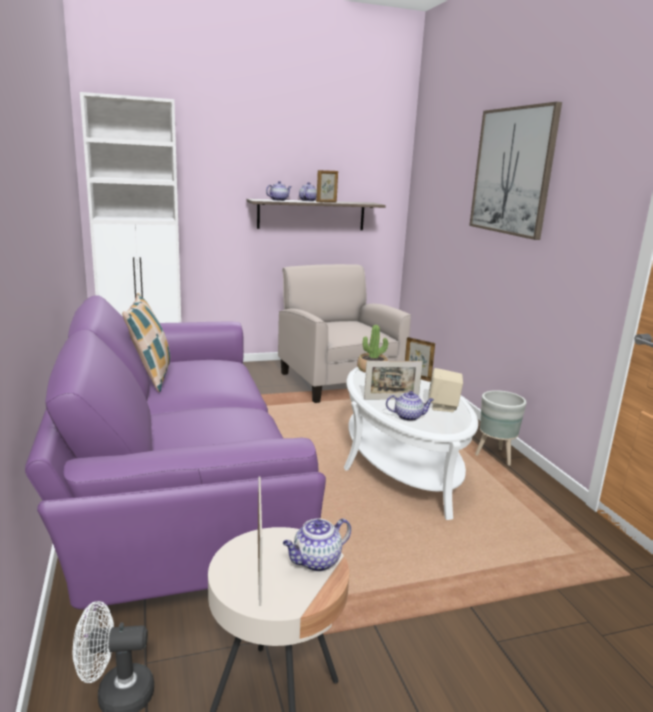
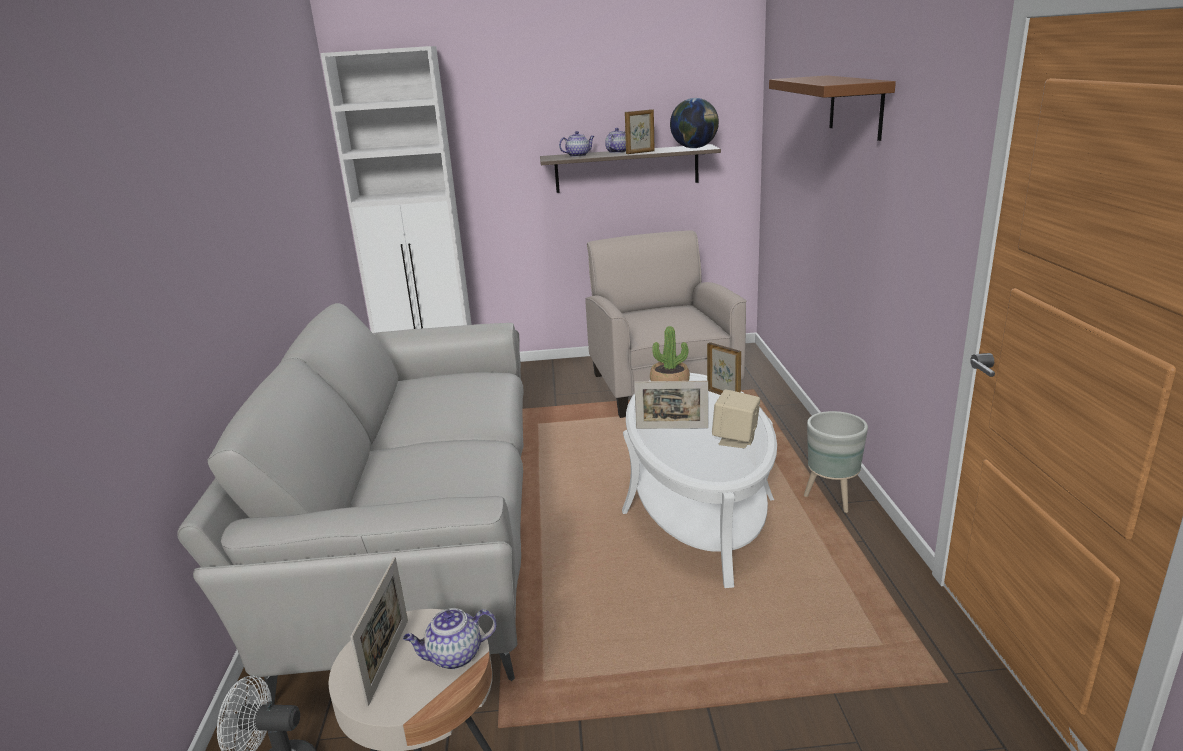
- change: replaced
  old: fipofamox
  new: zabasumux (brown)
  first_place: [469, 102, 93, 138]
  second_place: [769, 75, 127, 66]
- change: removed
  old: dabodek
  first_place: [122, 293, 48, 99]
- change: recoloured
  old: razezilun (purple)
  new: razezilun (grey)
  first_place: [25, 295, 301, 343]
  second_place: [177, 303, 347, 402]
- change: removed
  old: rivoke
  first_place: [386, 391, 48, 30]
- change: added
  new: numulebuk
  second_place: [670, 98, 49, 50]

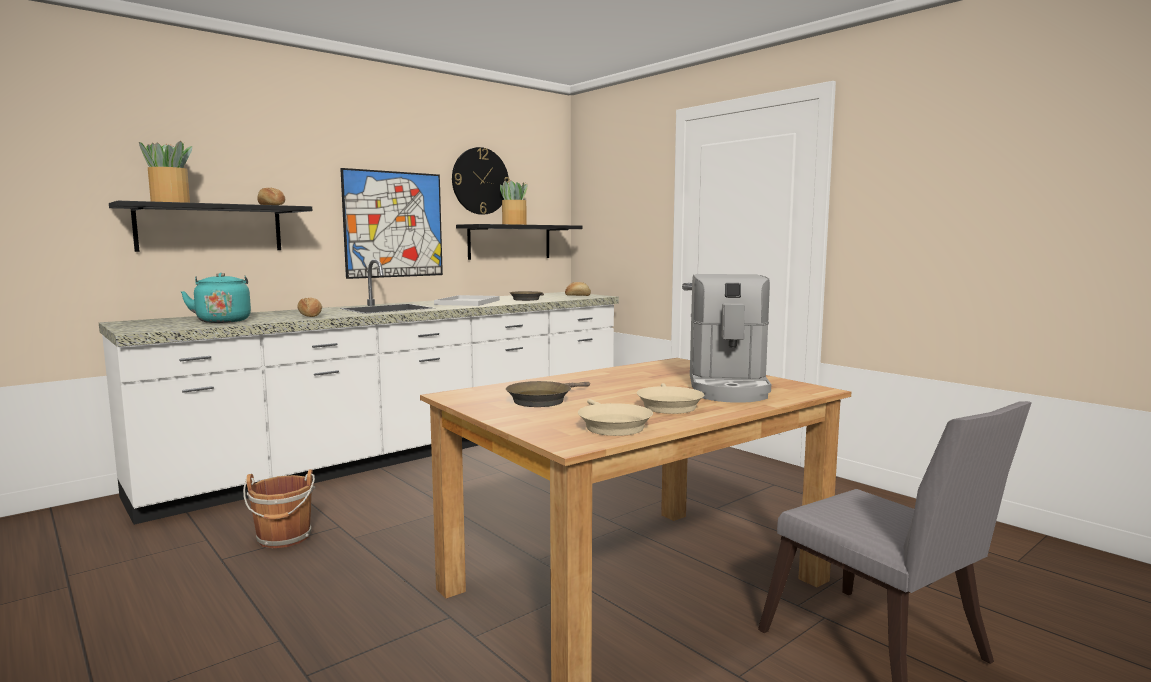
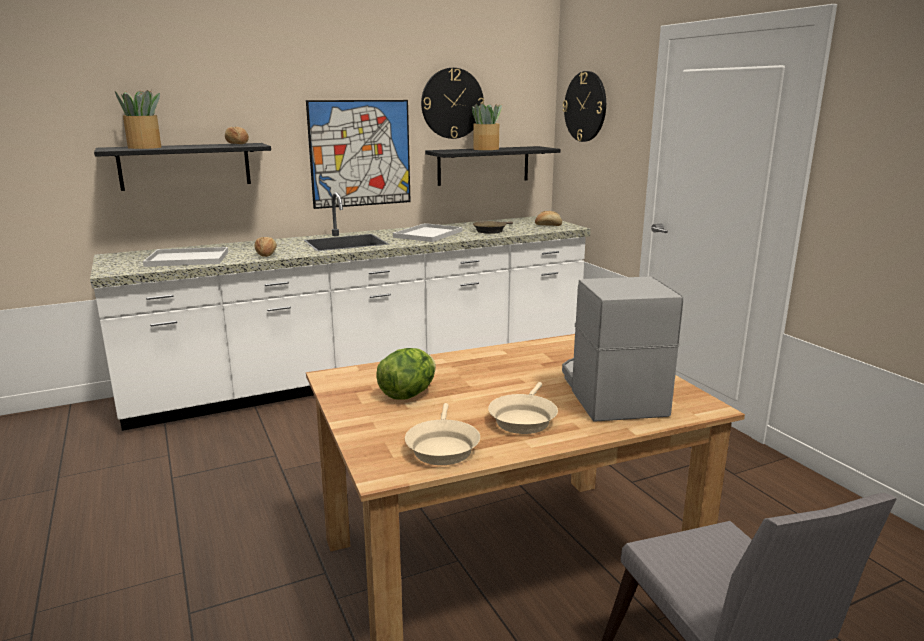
- change: replaced
  old: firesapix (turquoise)
  new: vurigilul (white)
  first_place: [180, 273, 71, 50]
  second_place: [143, 247, 85, 20]
- change: turned
  old: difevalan
  first_place: [690, 274, 81, 129]
  second_place: [562, 277, 121, 145]
  degrees: 150
- change: replaced
  old: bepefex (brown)
  new: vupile
  first_place: [506, 381, 84, 26]
  second_place: [376, 348, 60, 52]
- change: removed
  old: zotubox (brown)
  first_place: [243, 469, 72, 79]
- change: added
  new: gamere
  second_place: [563, 71, 43, 71]

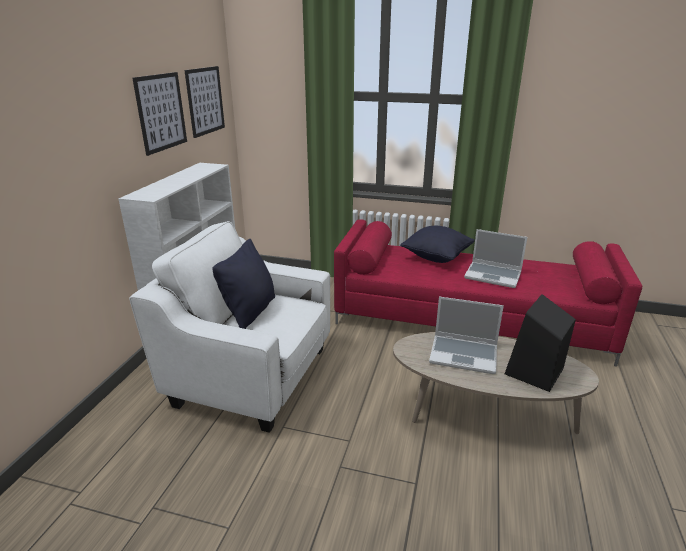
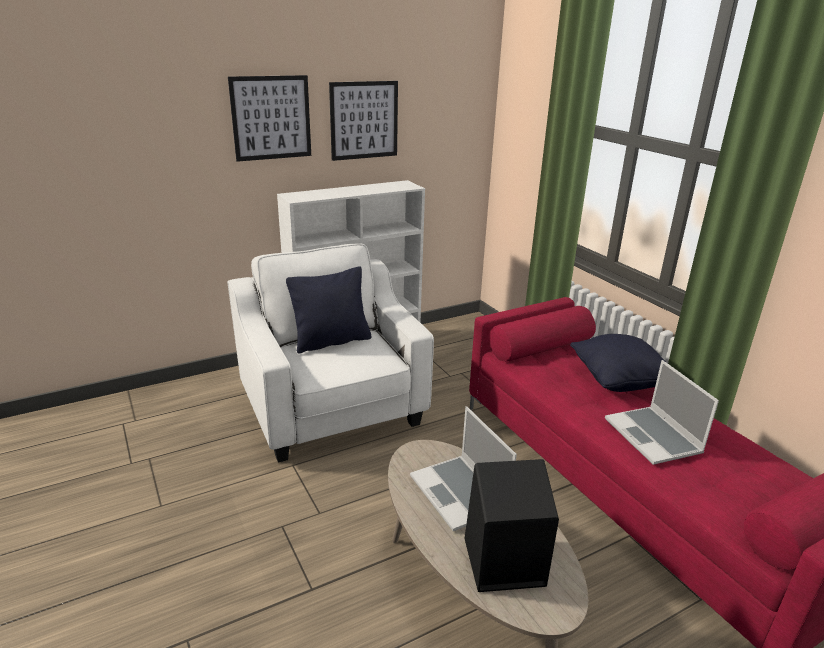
- change: moved
  old: fipofamox
  first_place: [184, 66, 41, 72]
  second_place: [228, 75, 83, 87]

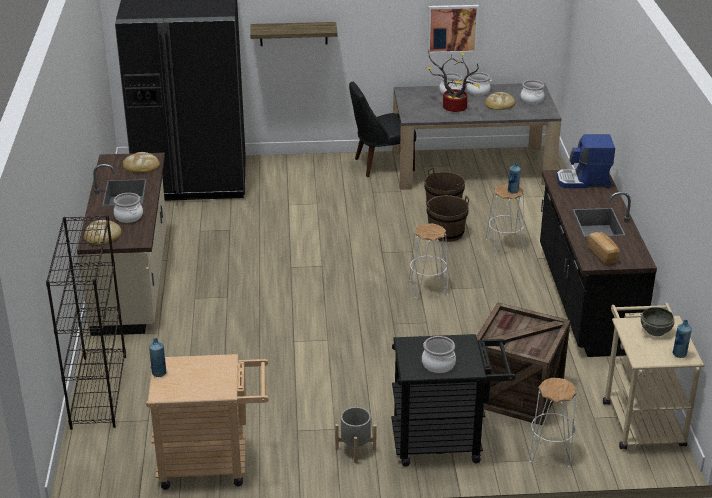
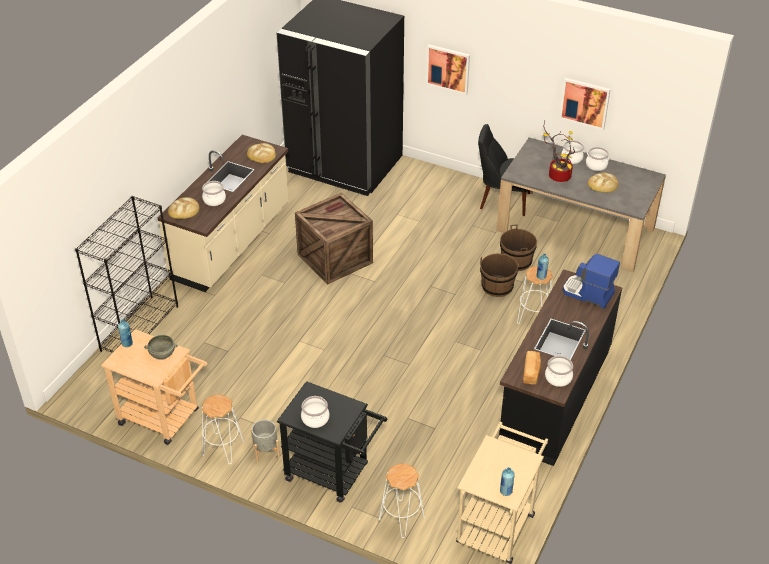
- change: replaced
  old: zabasumux
  new: fipofamox
  first_place: [250, 22, 88, 24]
  second_place: [426, 44, 44, 51]
- change: moved
  old: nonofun
  first_place: [520, 80, 25, 24]
  second_place: [545, 356, 28, 31]
- change: moved
  old: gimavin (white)
  first_place: [409, 223, 39, 76]
  second_place: [202, 395, 42, 69]
- change: moved
  old: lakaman
  first_place: [476, 302, 95, 123]
  second_place: [295, 193, 78, 91]
- change: moved
  old: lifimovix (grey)
  first_place: [641, 307, 34, 29]
  second_place: [144, 335, 34, 25]

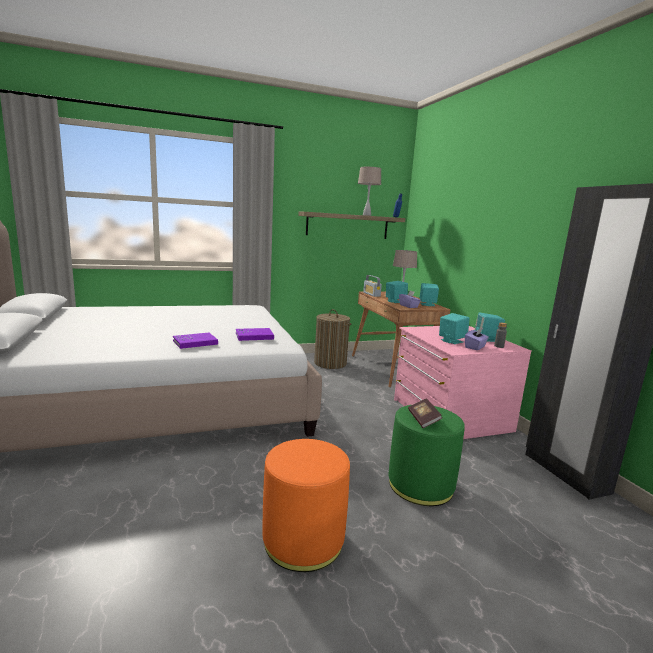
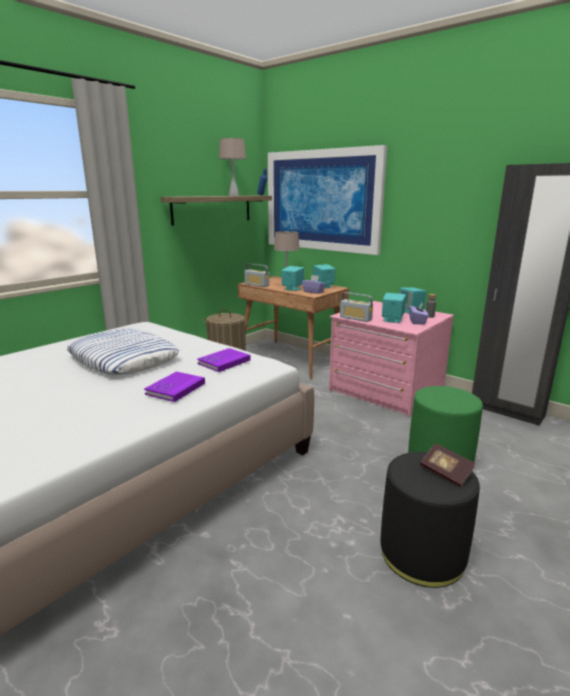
- change: moved
  old: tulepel
  first_place: [408, 398, 34, 30]
  second_place: [420, 443, 55, 44]
- change: recoloured
  old: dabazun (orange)
  new: dabazun (black)
  first_place: [263, 439, 87, 133]
  second_place: [380, 452, 100, 136]
- change: added
  new: fipofamox
  second_place: [268, 145, 119, 110]
- change: added
  new: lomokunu
  second_place: [340, 292, 33, 30]
- change: added
  new: dabodek
  second_place: [67, 329, 112, 46]

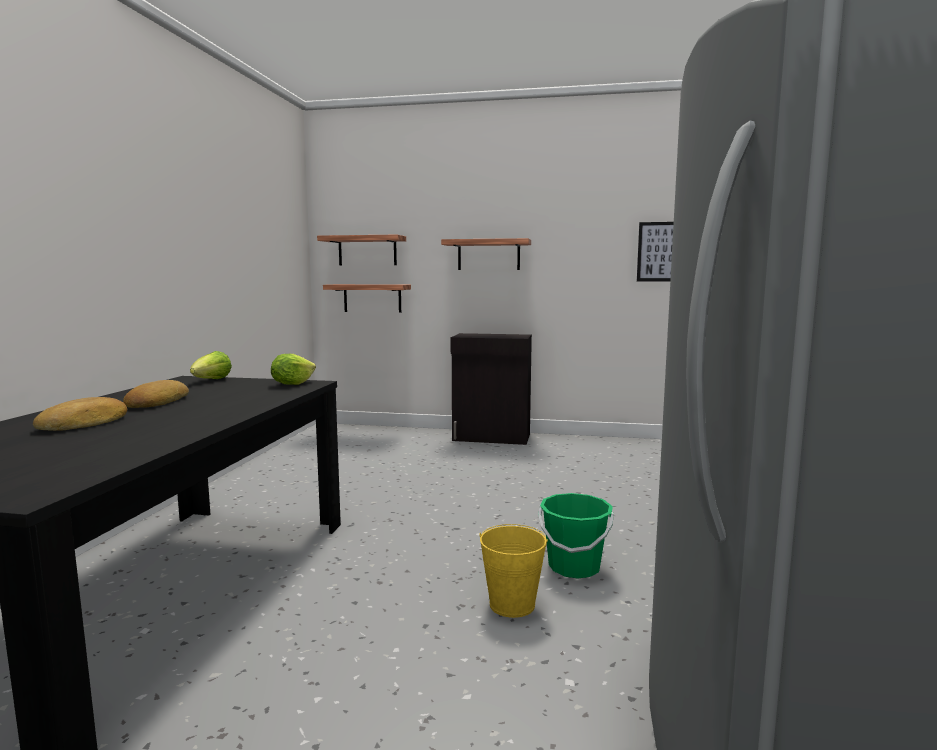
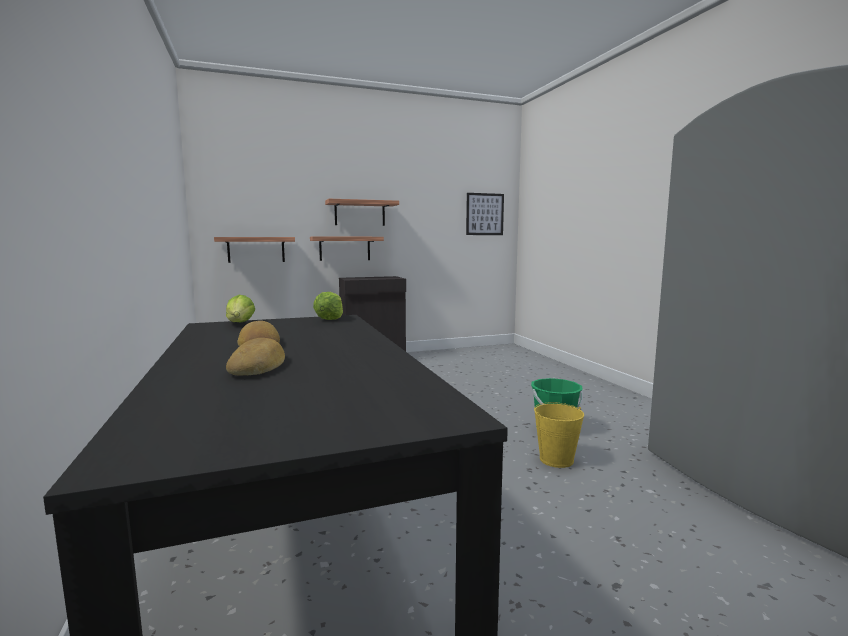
- change: moved
  old: zabasumux
  first_place: [317, 234, 89, 31]
  second_place: [310, 236, 74, 25]

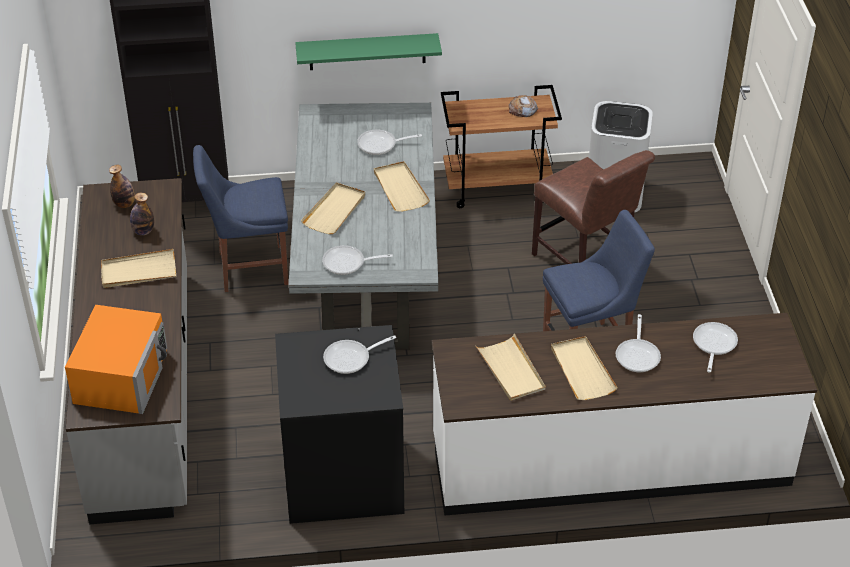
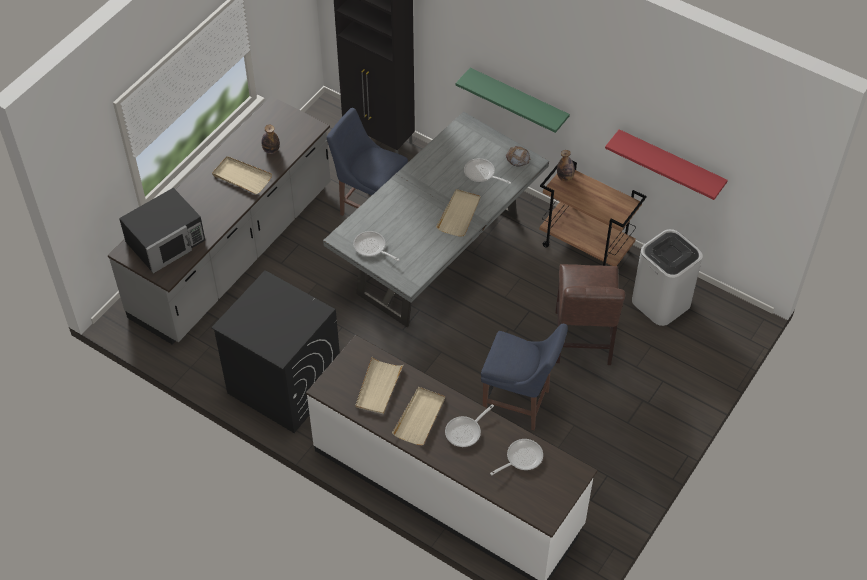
- change: moved
  old: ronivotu
  first_place: [509, 95, 29, 22]
  second_place: [506, 146, 24, 20]
- change: moved
  old: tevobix
  first_place: [109, 165, 26, 43]
  second_place: [557, 150, 18, 31]
- change: removed
  old: vurigilul (beige)
  first_place: [301, 182, 64, 52]
- change: recoloured
  old: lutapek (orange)
  new: lutapek (black)
  first_place: [65, 305, 102, 109]
  second_place: [119, 188, 86, 85]
- change: removed
  old: bepefex
  first_place: [323, 335, 73, 39]
- change: added
  new: zabasumux (red)
  second_place: [605, 129, 123, 71]

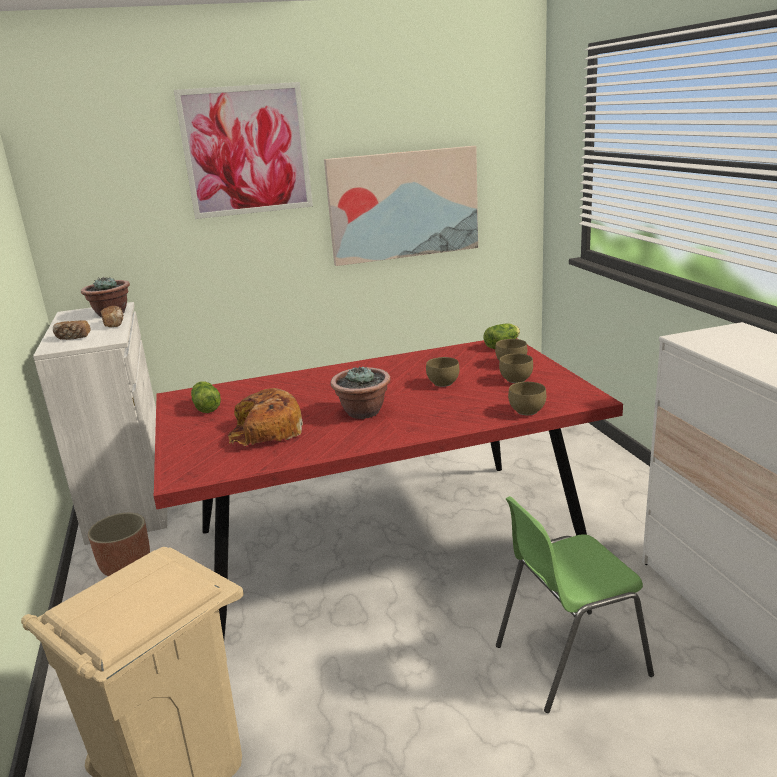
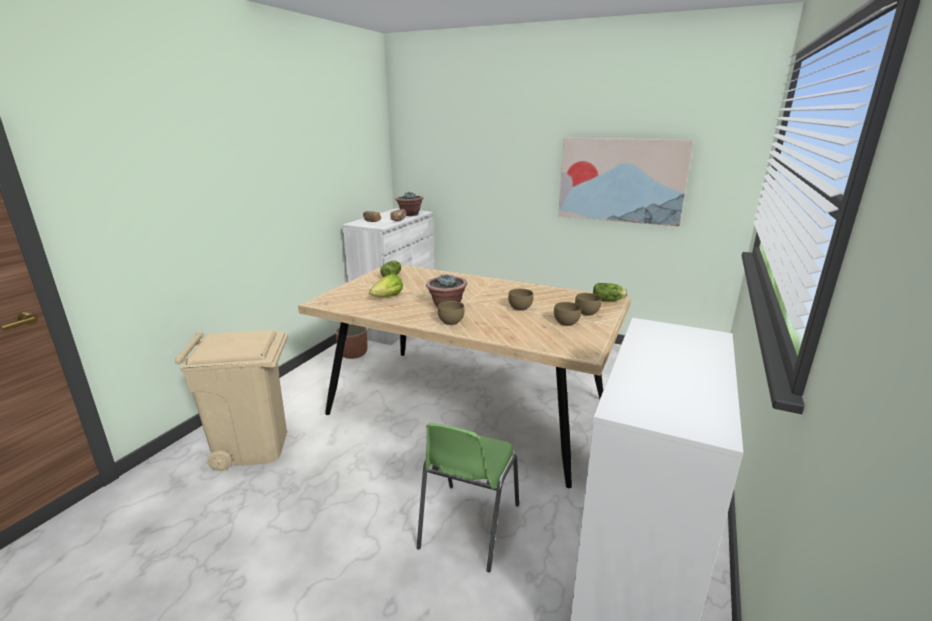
- change: removed
  old: fipofamox
  first_place: [174, 82, 139, 137]
- change: recoloured
  old: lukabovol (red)
  new: lukabovol (beige)
  first_place: [154, 338, 469, 301]
  second_place: [298, 265, 333, 223]
- change: moved
  old: lifimovix (brown)
  first_place: [508, 382, 38, 33]
  second_place: [438, 301, 27, 24]
- change: replaced
  old: ronivotu
  new: vupile
  first_place: [228, 388, 75, 58]
  second_place: [369, 274, 34, 23]
- change: turned
  old: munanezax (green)
  first_place: [496, 496, 158, 217]
  second_place: [416, 422, 103, 151]
  degrees: -90

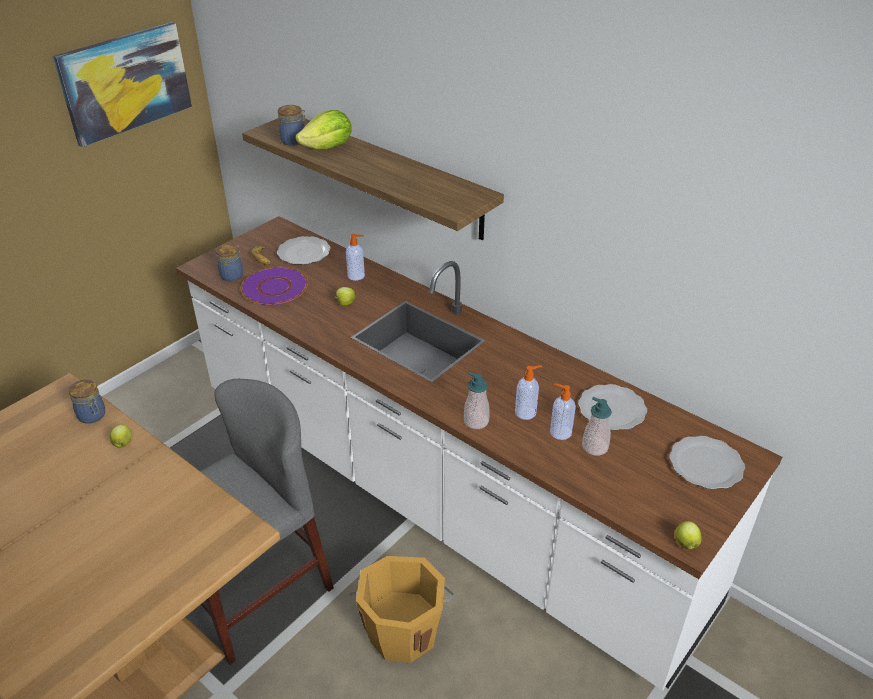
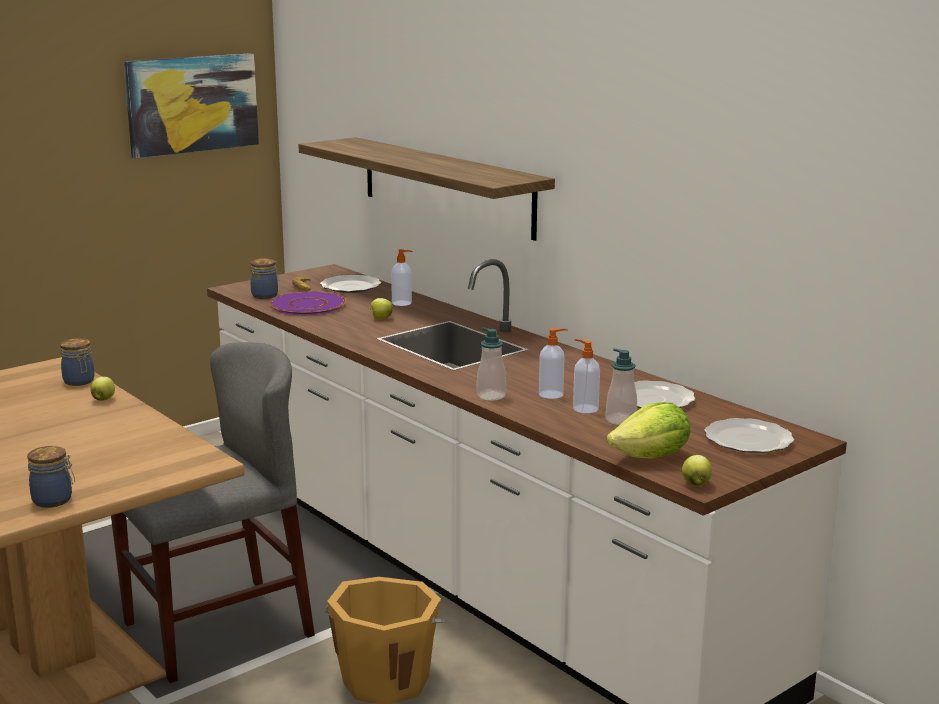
- change: moved
  old: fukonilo
  first_place: [278, 105, 29, 41]
  second_place: [27, 446, 48, 62]
- change: moved
  old: vupile
  first_place: [295, 110, 57, 39]
  second_place: [607, 402, 83, 57]

